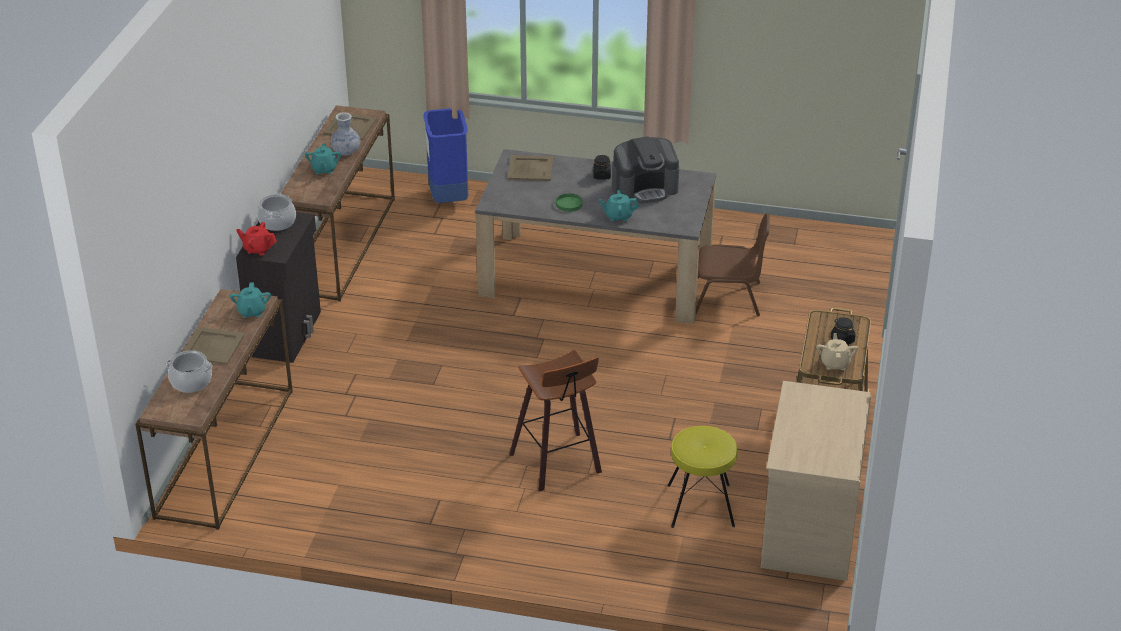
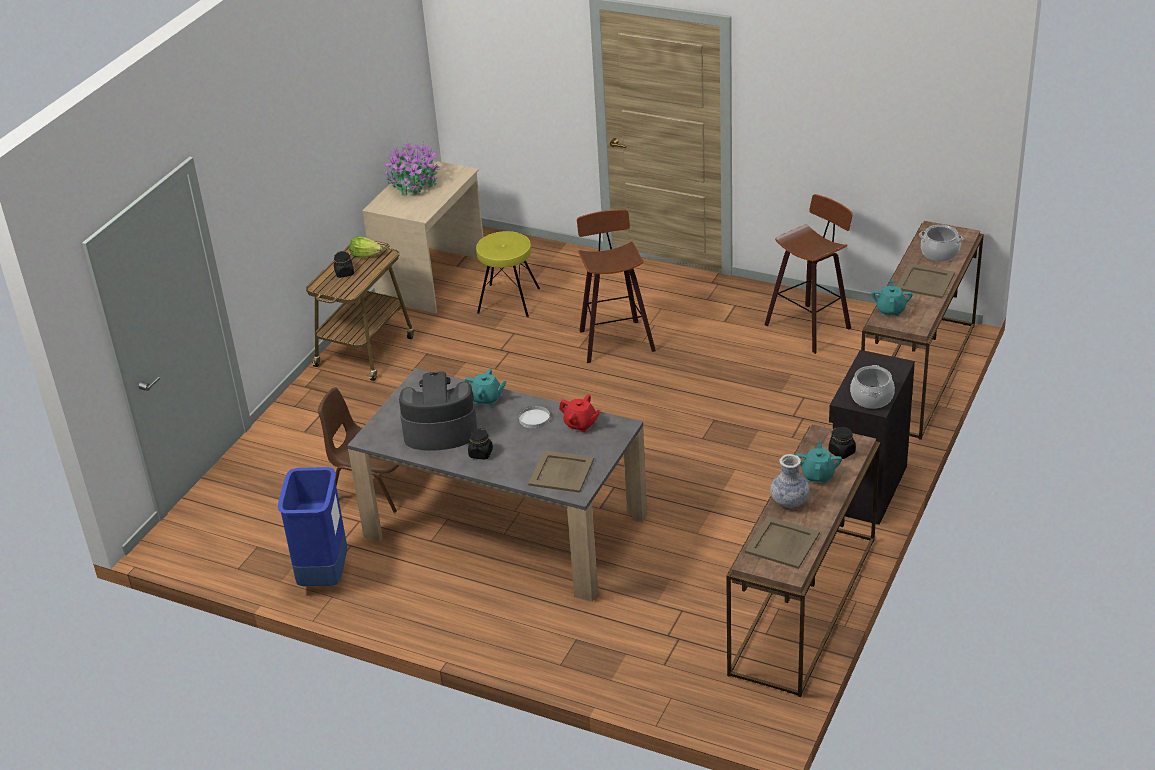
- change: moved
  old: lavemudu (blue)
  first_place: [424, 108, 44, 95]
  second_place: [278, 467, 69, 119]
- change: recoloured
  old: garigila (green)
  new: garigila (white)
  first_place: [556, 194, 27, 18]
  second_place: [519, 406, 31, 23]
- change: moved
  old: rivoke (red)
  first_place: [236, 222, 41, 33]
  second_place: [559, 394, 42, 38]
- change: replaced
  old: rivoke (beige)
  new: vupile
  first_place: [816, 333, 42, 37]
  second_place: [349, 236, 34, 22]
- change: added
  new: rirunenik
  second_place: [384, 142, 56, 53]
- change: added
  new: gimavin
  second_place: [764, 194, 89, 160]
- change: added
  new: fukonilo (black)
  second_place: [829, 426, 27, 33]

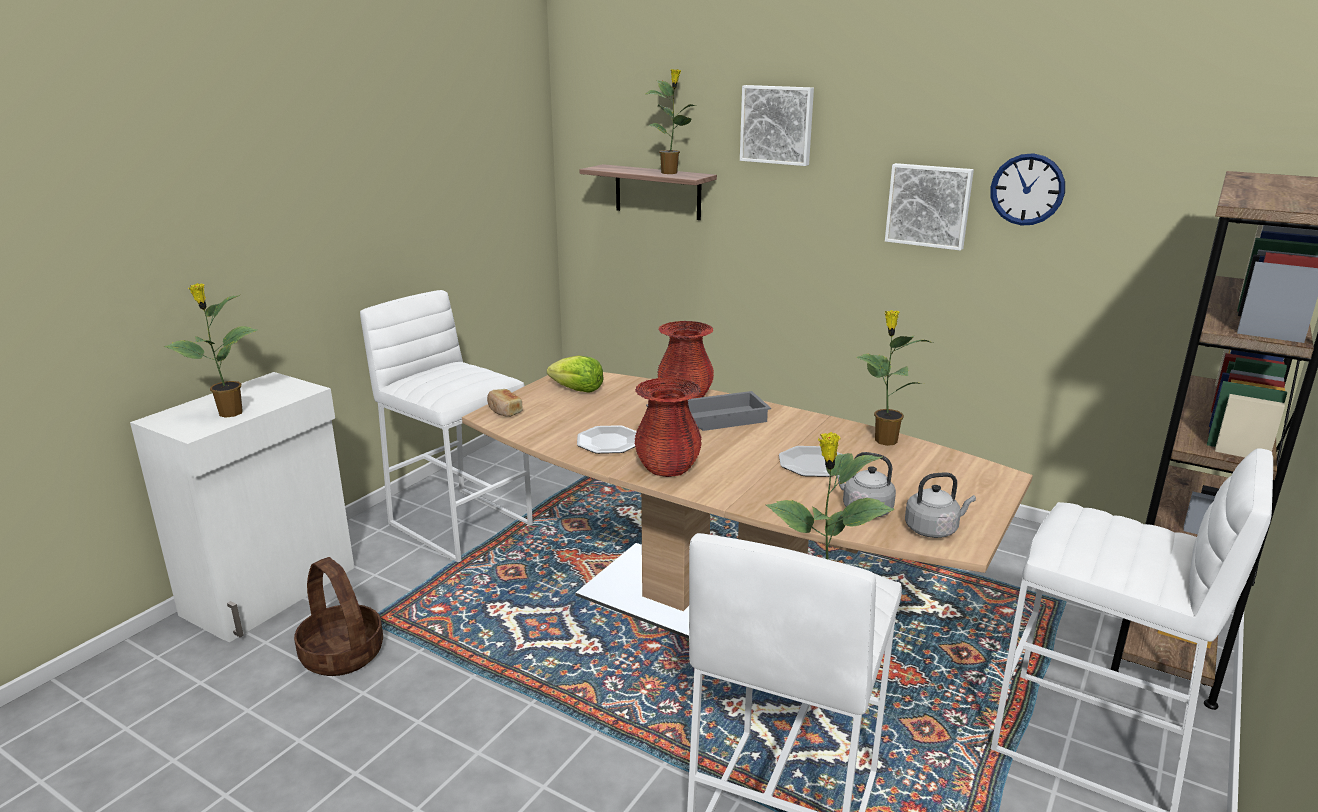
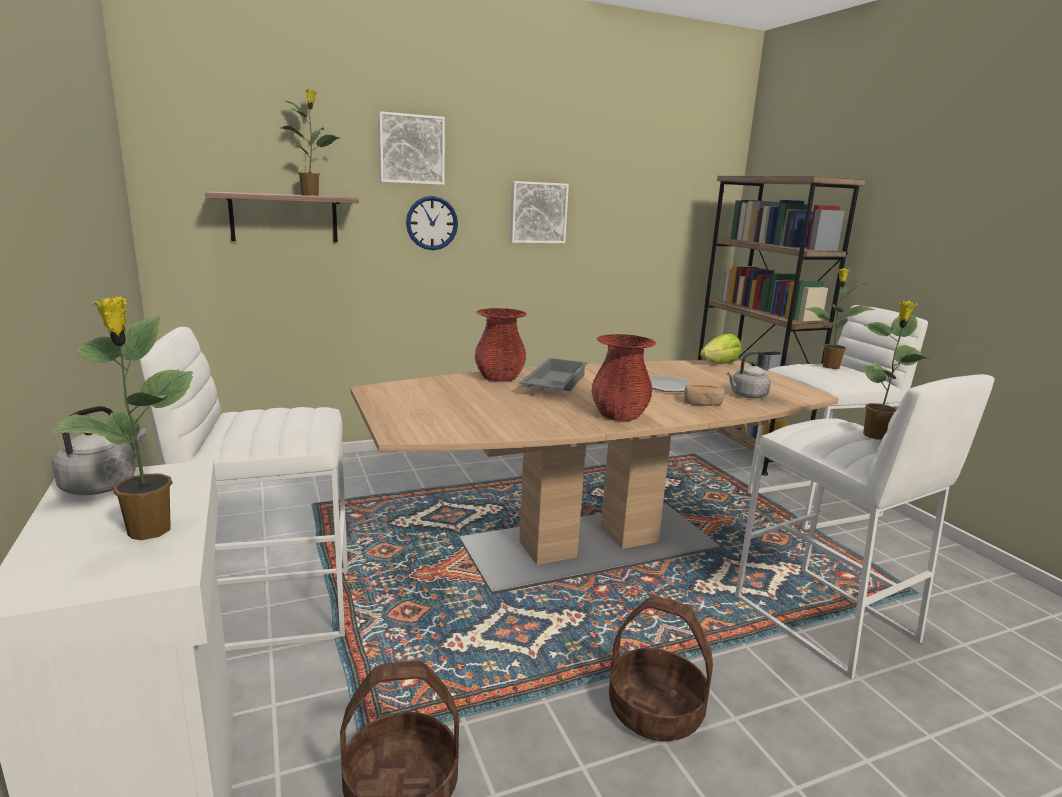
- change: moved
  old: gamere
  first_place: [990, 153, 75, 73]
  second_place: [406, 196, 52, 54]
- change: moved
  old: rirunenik
  first_place: [856, 310, 77, 136]
  second_place: [805, 268, 70, 101]
- change: moved
  old: vupile
  first_place: [547, 355, 57, 38]
  second_place: [700, 334, 42, 30]
- change: moved
  old: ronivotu
  first_place: [487, 389, 36, 28]
  second_place: [684, 385, 40, 21]
- change: removed
  old: garigila
  first_place: [577, 425, 59, 29]
- change: moved
  old: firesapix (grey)
  first_place: [905, 473, 71, 65]
  second_place: [52, 406, 95, 89]
- change: added
  new: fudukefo
  second_place: [609, 596, 104, 145]

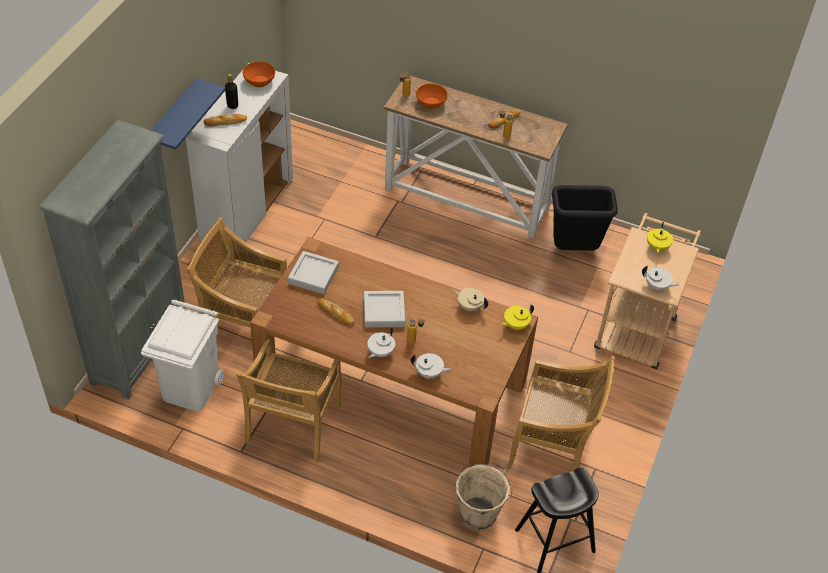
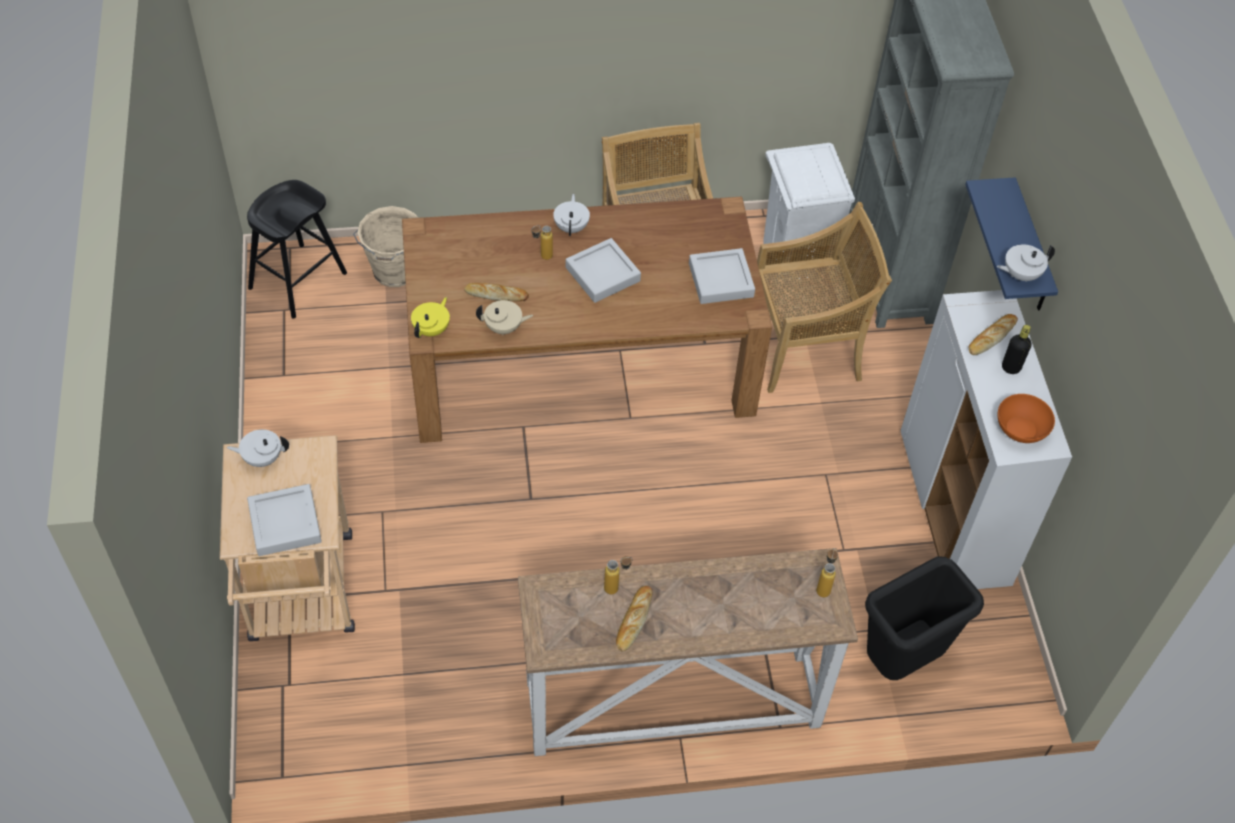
- change: removed
  old: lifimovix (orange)
  first_place: [416, 84, 32, 25]
- change: moved
  old: lavemudu (black)
  first_place: [552, 185, 66, 66]
  second_place: [865, 557, 119, 123]
- change: replaced
  old: rivoke (yellow)
  new: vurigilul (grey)
  first_place: [647, 222, 26, 30]
  second_place: [247, 484, 75, 72]
- change: moved
  old: ronivotu
  first_place: [317, 298, 38, 27]
  second_place: [464, 283, 65, 18]
- change: moved
  old: rivoke (white)
  first_place: [411, 353, 40, 26]
  second_place: [997, 244, 58, 38]
- change: removed
  old: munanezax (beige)
  first_place: [507, 356, 108, 114]

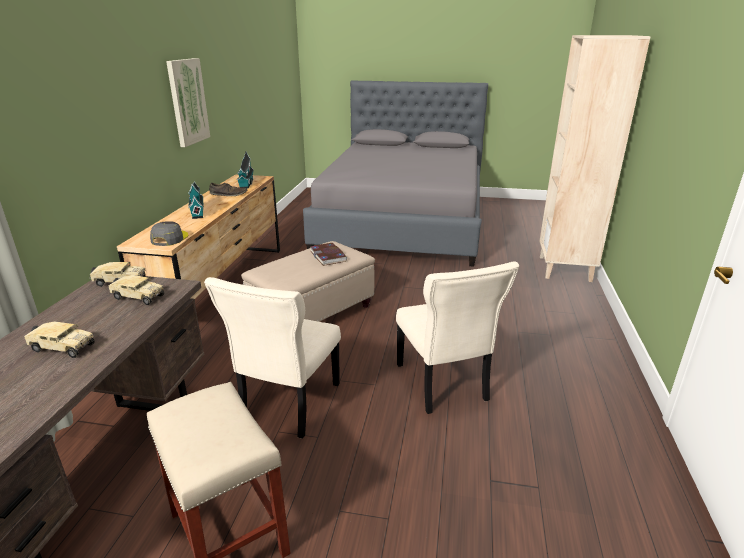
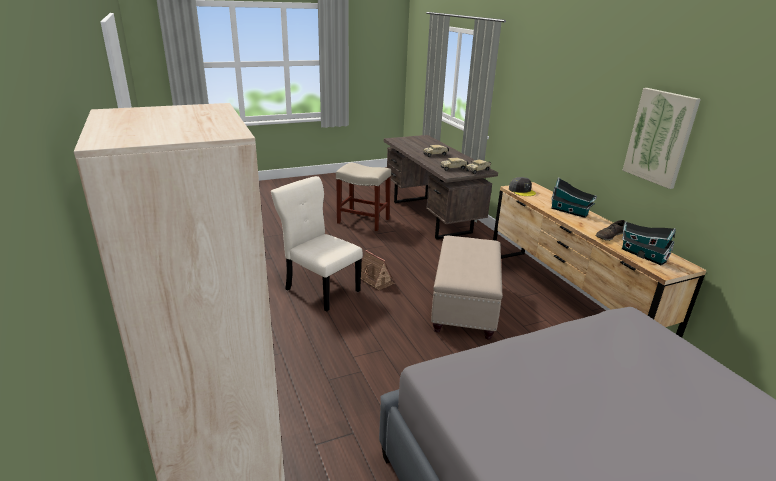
- change: removed
  old: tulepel
  first_place: [310, 243, 37, 23]
- change: removed
  old: munanezax (beige)
  first_place: [204, 277, 137, 162]
- change: added
  new: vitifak
  second_place: [361, 250, 33, 40]

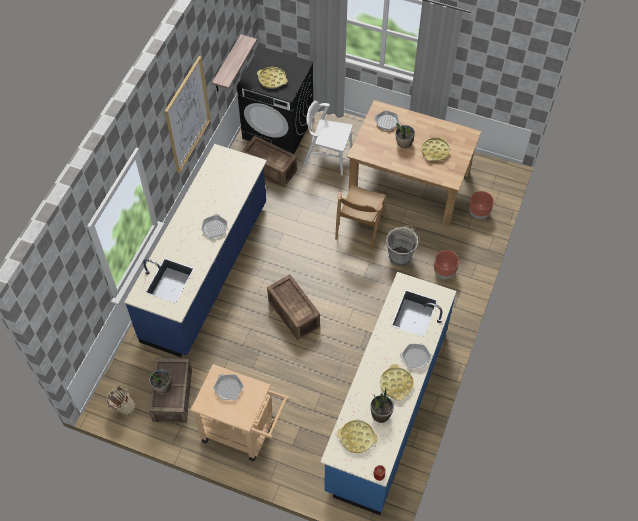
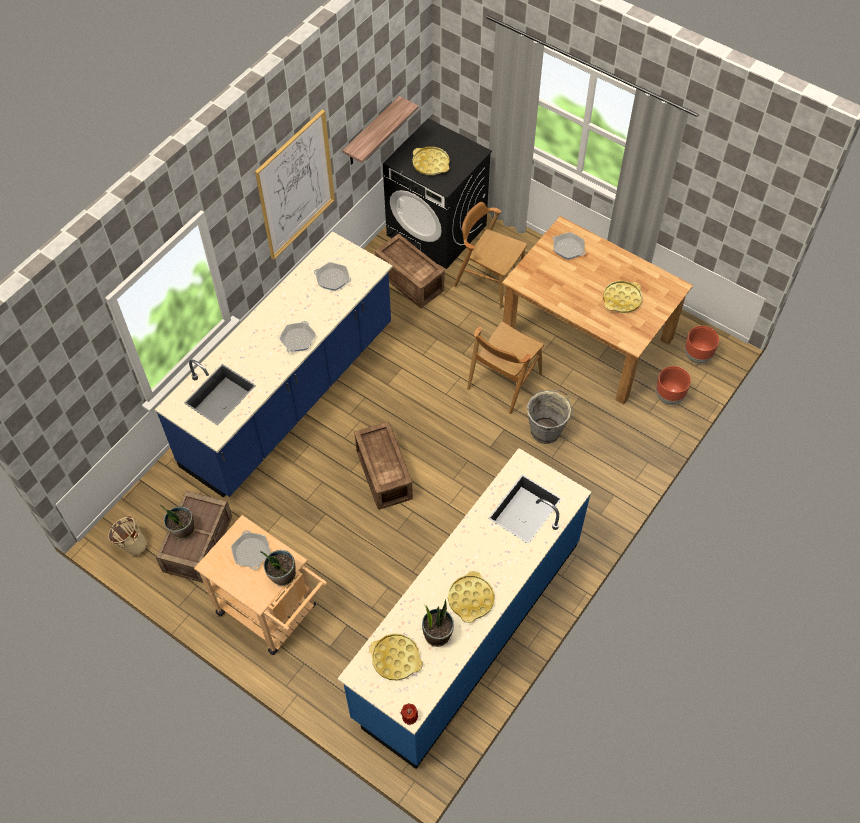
- change: recoloured
  old: munanezax (white)
  new: munanezax (brown)
  first_place: [303, 101, 50, 74]
  second_place: [454, 202, 73, 106]
- change: moved
  old: rirunenik
  first_place: [396, 123, 19, 25]
  second_place: [260, 550, 36, 36]
- change: moved
  old: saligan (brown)
  first_place: [434, 250, 25, 29]
  second_place: [685, 326, 34, 38]
- change: moved
  old: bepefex
  first_place: [400, 344, 33, 25]
  second_place: [314, 262, 37, 29]

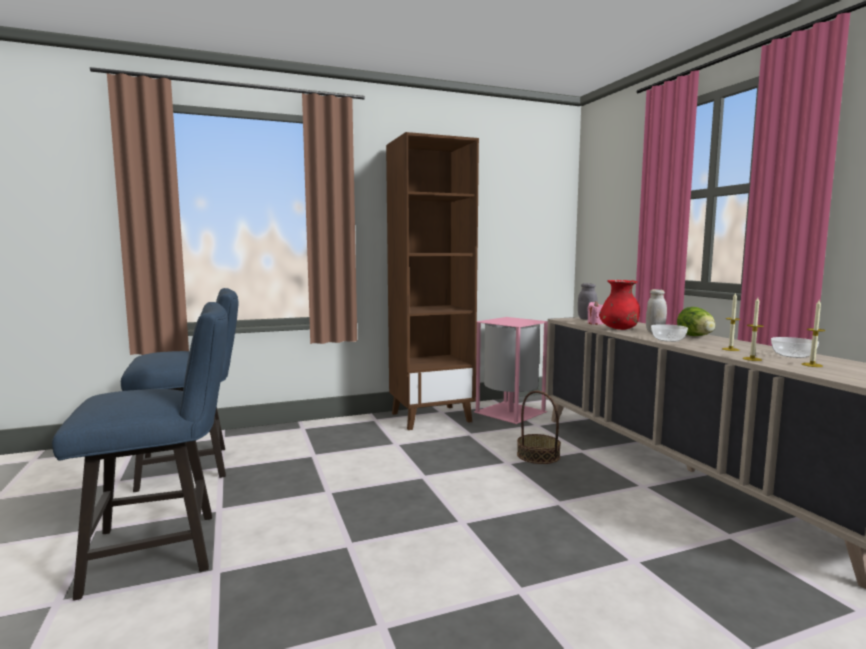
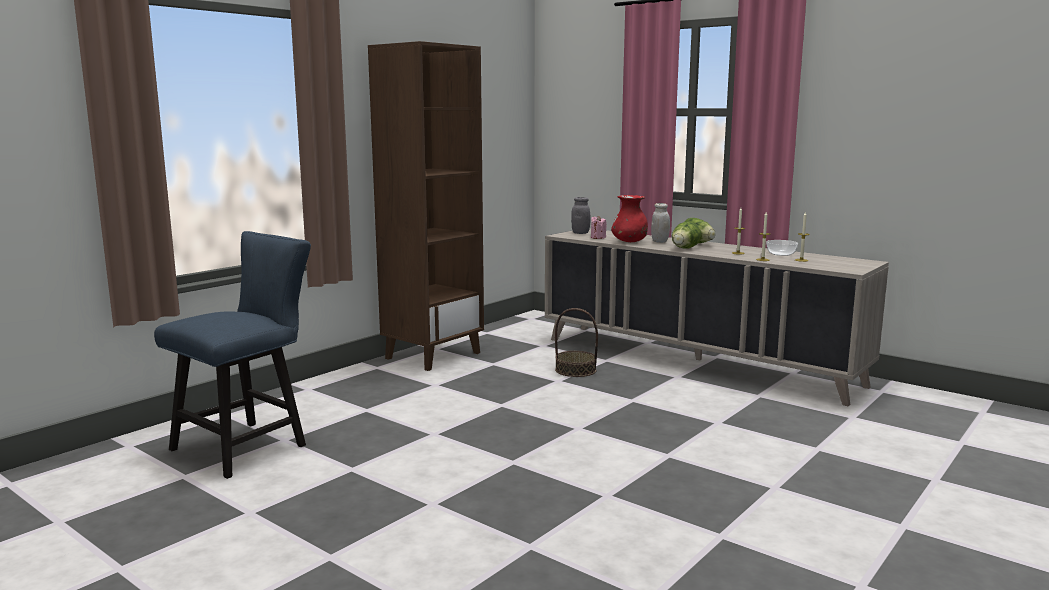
- change: removed
  old: munanezax (blue)
  first_place: [52, 302, 176, 299]
- change: removed
  old: lavemudu (pink)
  first_place: [474, 317, 74, 107]
- change: replaced
  old: lifimovix
  new: vupile
  first_place: [651, 324, 37, 18]
  second_place: [672, 222, 29, 27]

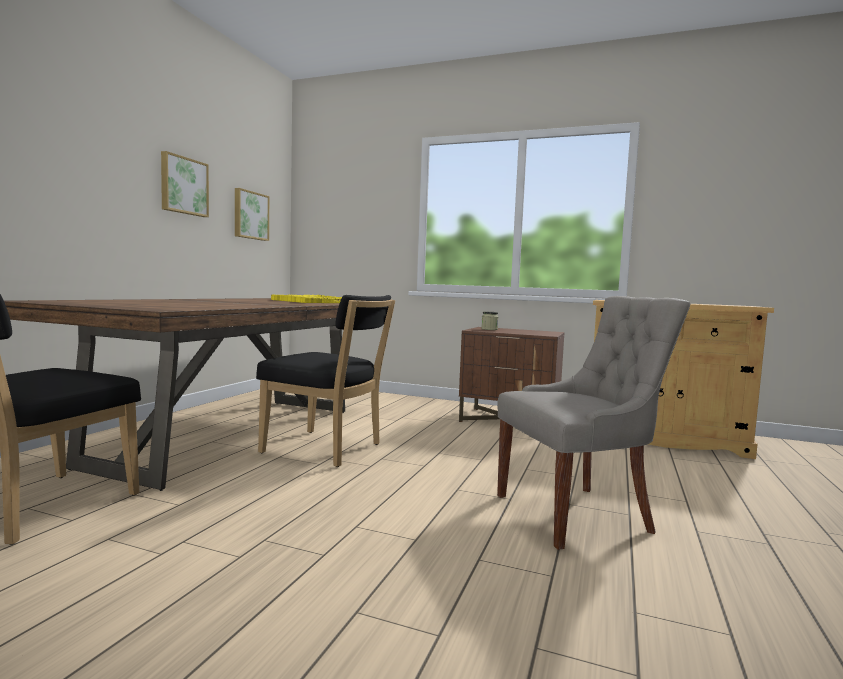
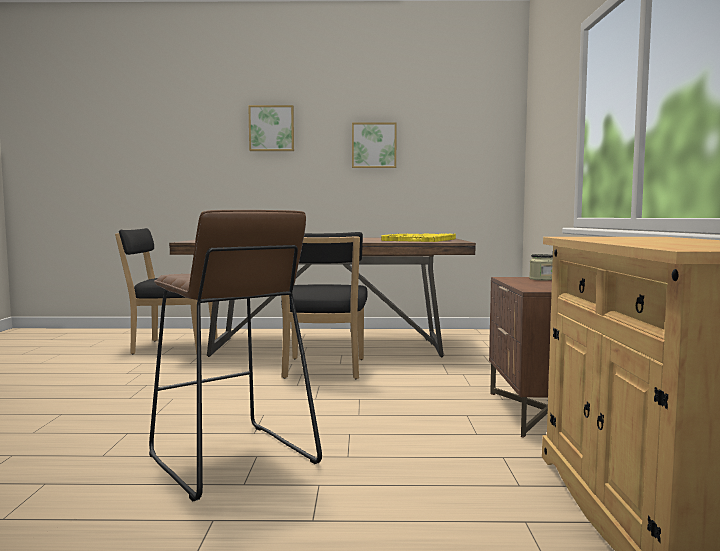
- change: moved
  old: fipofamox
  first_place: [235, 188, 34, 53]
  second_place: [248, 105, 46, 46]
- change: replaced
  old: munanezax (grey)
  new: gimavin (brown)
  first_place: [497, 296, 194, 254]
  second_place: [149, 210, 173, 291]

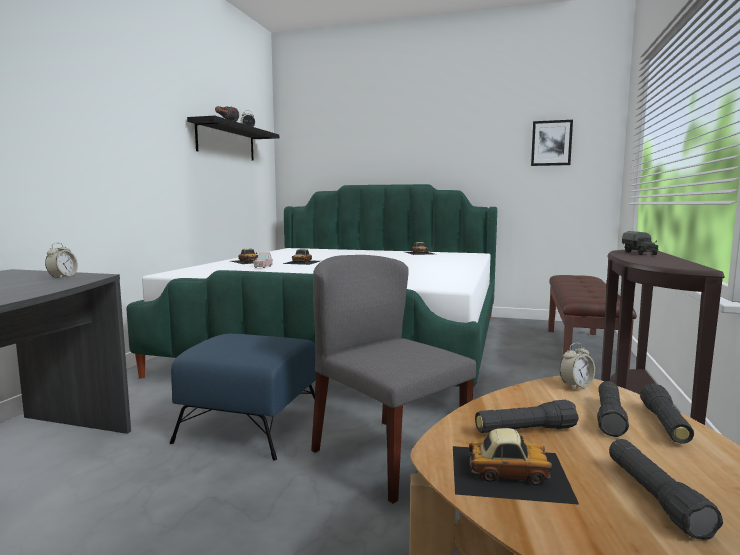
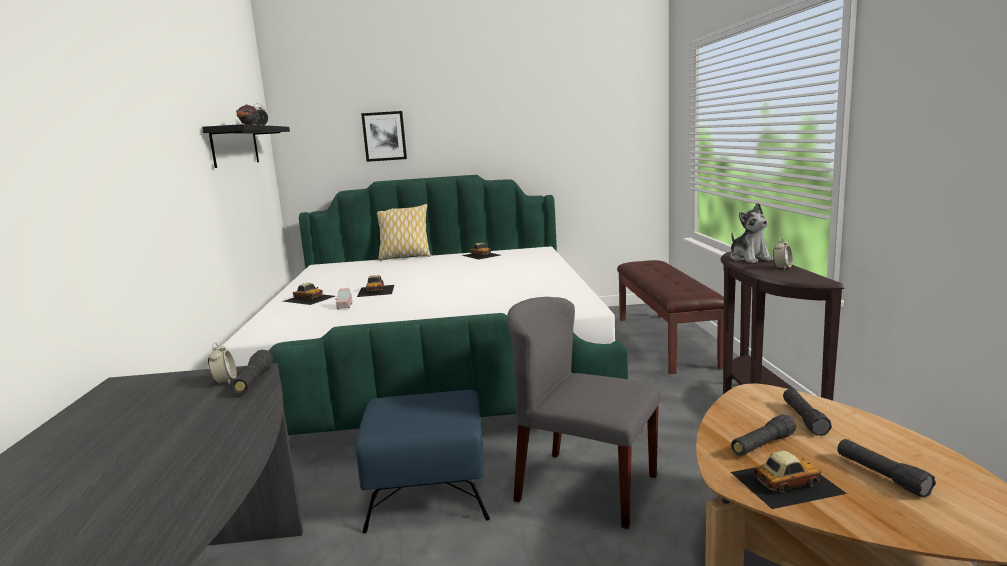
- change: moved
  old: fipofamox
  first_place: [531, 120, 42, 46]
  second_place: [361, 111, 46, 51]
- change: replaced
  old: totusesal
  new: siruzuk
  first_place: [622, 231, 37, 24]
  second_place: [730, 203, 43, 60]
- change: moved
  old: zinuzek
  first_place: [560, 343, 35, 46]
  second_place: [773, 238, 20, 32]
- change: moved
  old: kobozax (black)
  first_place: [640, 384, 54, 60]
  second_place: [232, 350, 41, 44]
- change: added
  new: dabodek
  second_place: [377, 204, 54, 57]

